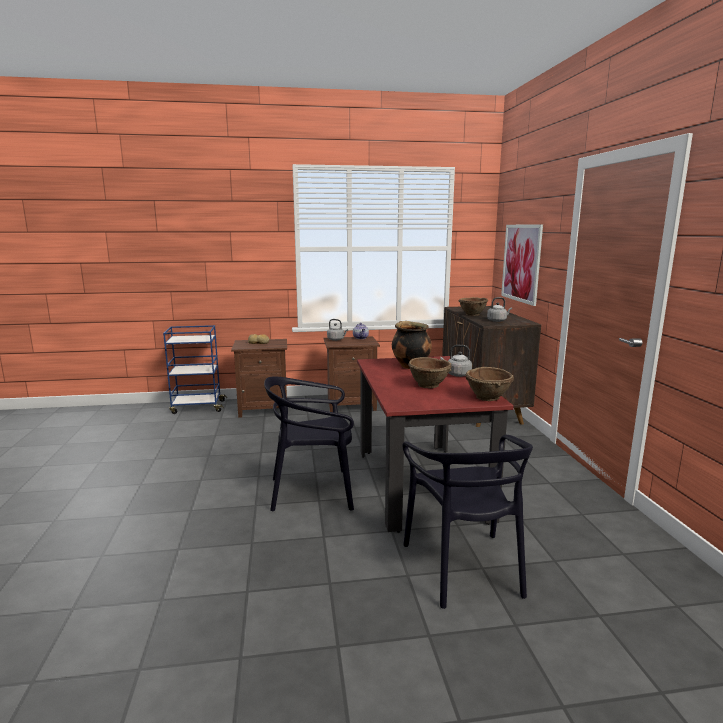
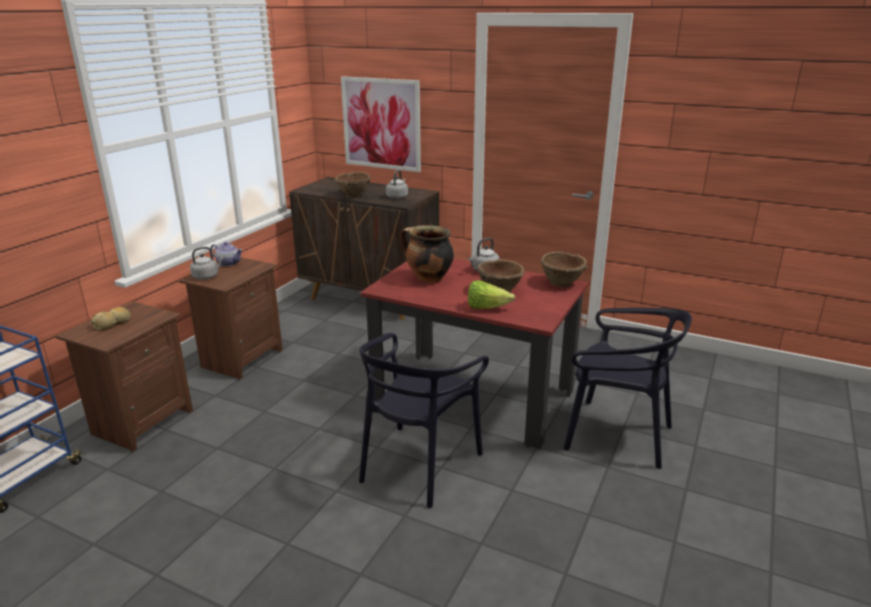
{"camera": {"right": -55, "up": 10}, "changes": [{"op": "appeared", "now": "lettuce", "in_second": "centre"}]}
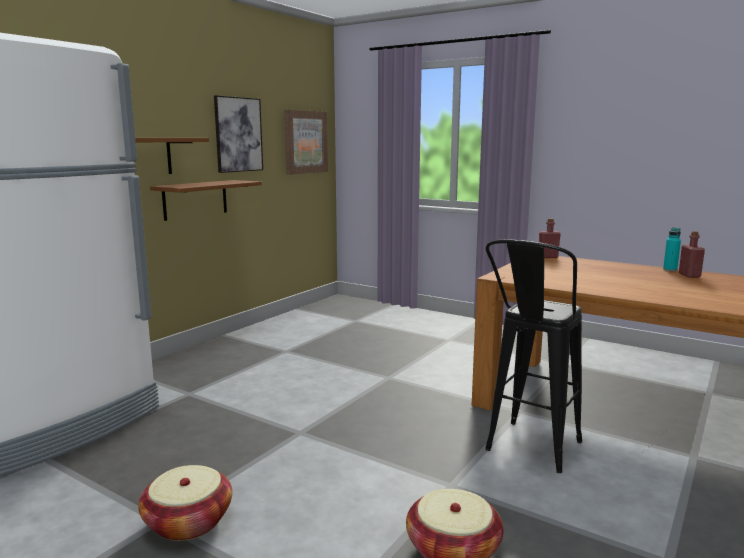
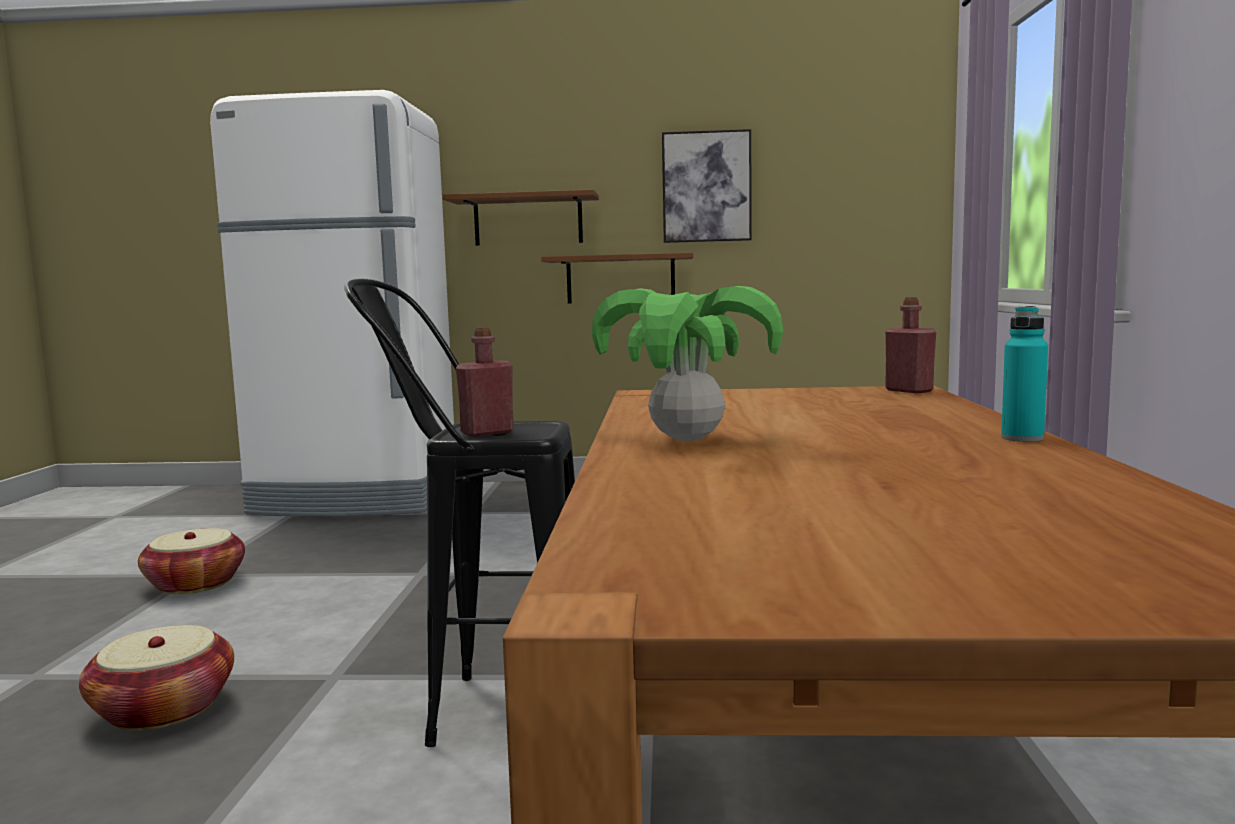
{"camera": {"right": 60, "up": -5}, "changes": [{"op": "missing", "was": "picture (no. 2 from left)", "in_first": "top centre"}, {"op": "relocated", "was": "red bottle (no. 2 from left in the first image)", "now": "red bottle (no. 1 from left)", "in_first": "middle right", "in_second": "centre"}, {"op": "appeared", "now": "potted plant", "in_second": "centre"}]}
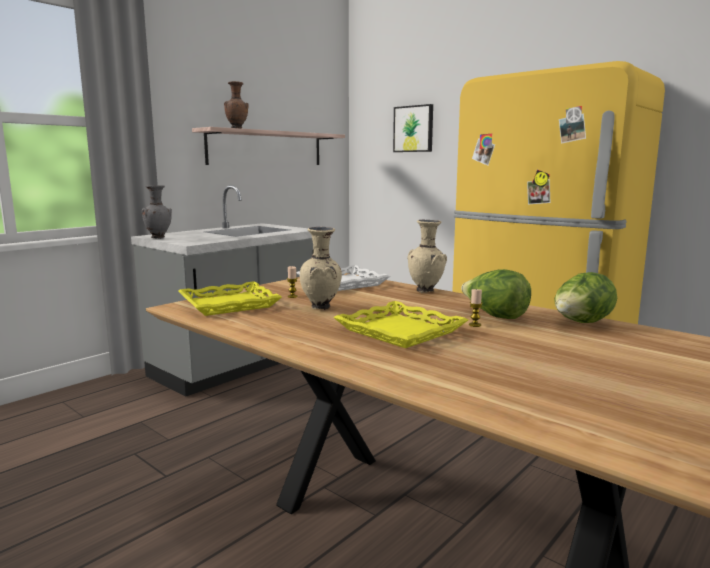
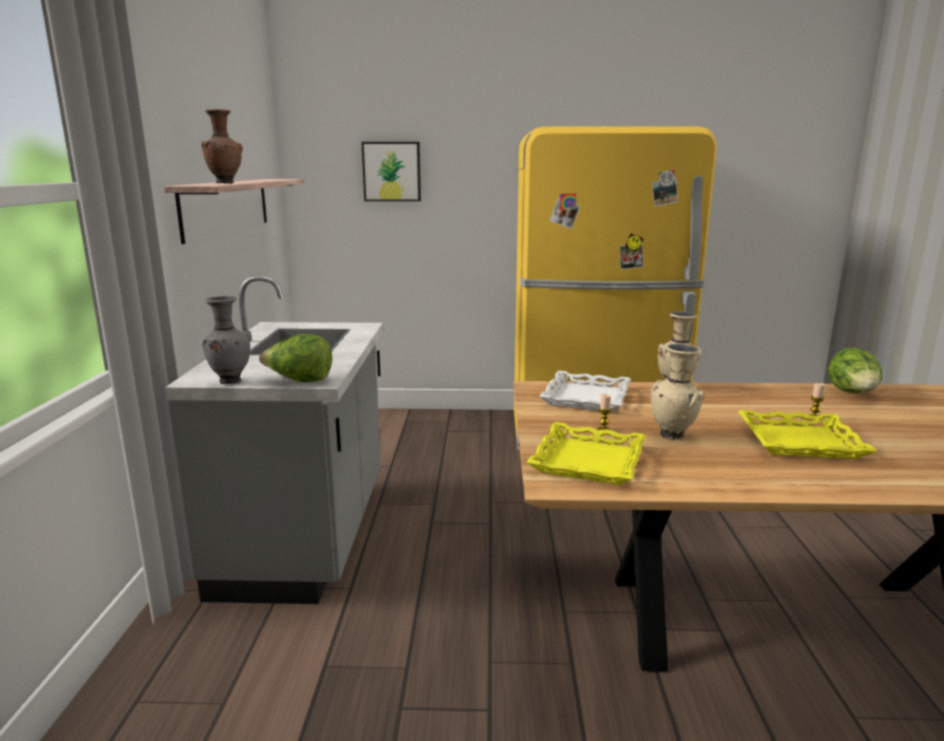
{"camera": {"right": -40, "up": 5}, "changes": [{"op": "relocated", "was": "lettuce (no. 1 from left)", "in_first": "middle right", "in_second": "middle left"}]}
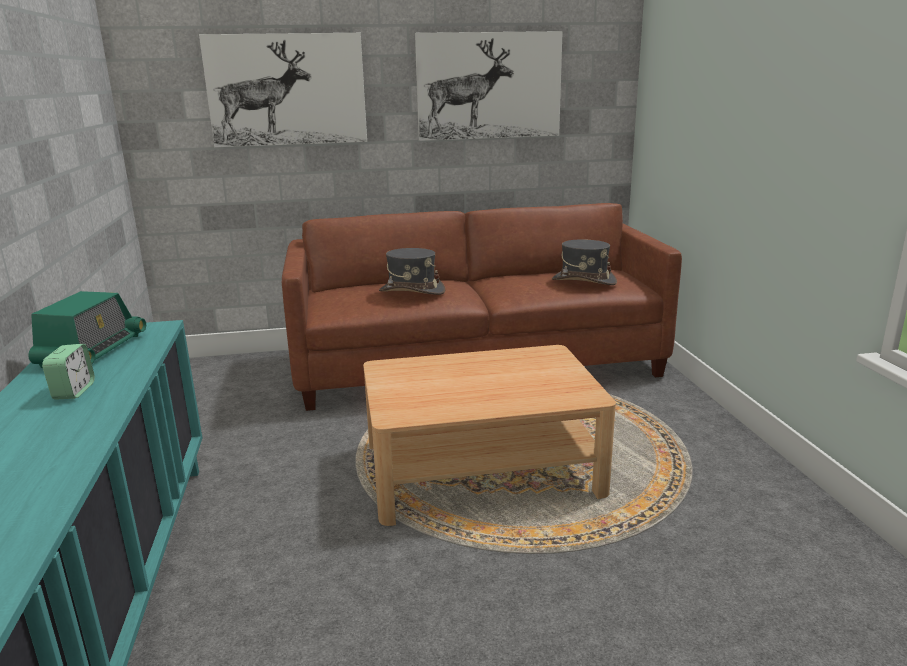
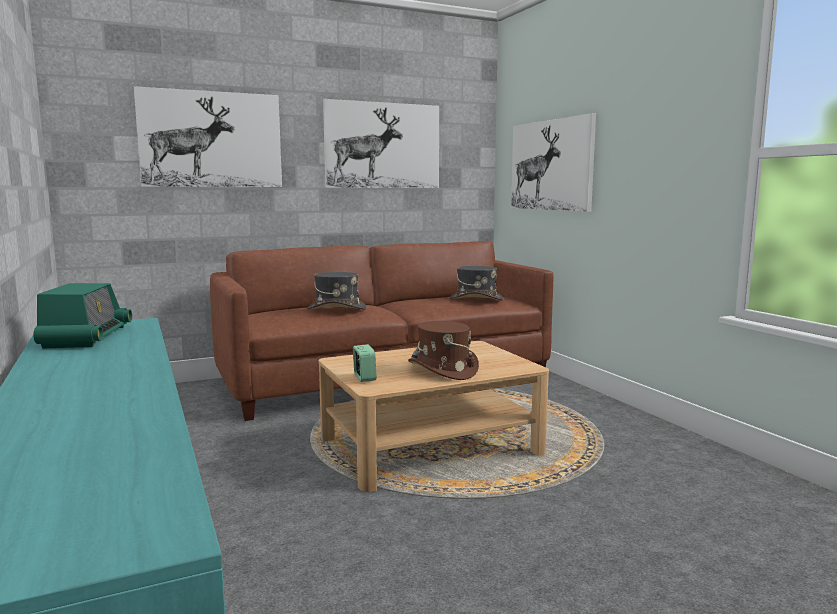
{"camera": {"right": -15, "up": -10}, "changes": [{"op": "relocated", "was": "alarm clock", "in_first": "middle left", "in_second": "centre"}, {"op": "appeared", "now": "brown hat", "in_second": "centre"}, {"op": "appeared", "now": "picture (no. 3 from left)", "in_second": "top centre"}]}
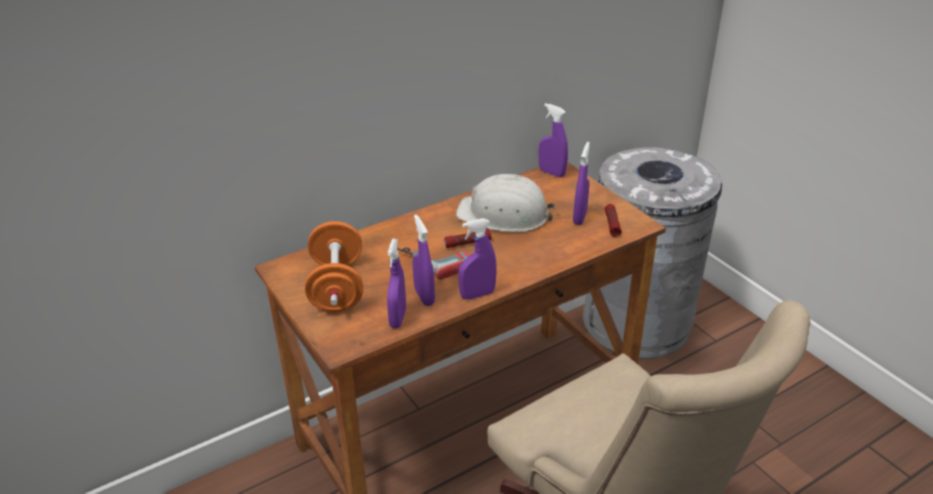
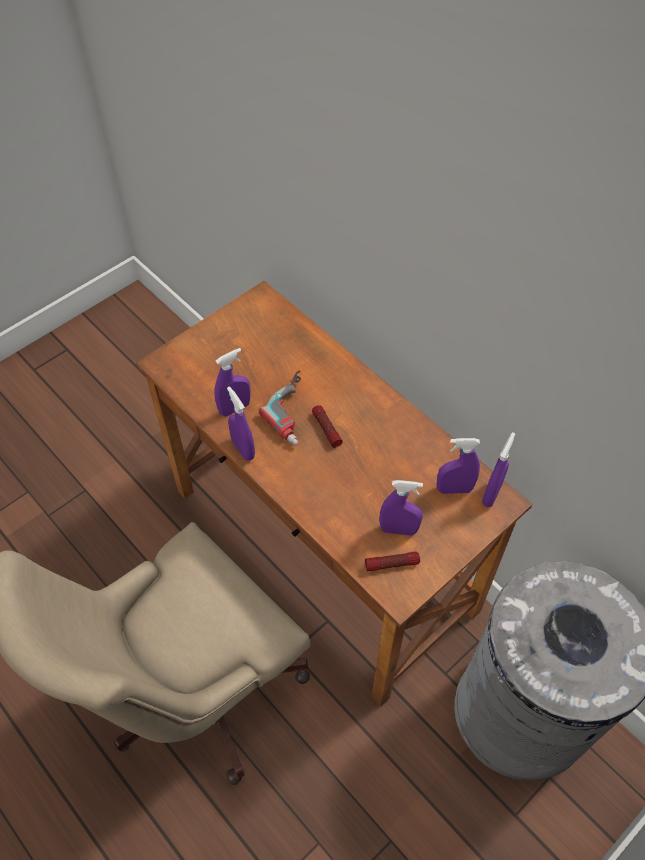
{"camera": {"right": 80, "up": 20}, "changes": [{"op": "missing", "was": "orange dumbbell", "in_first": "centre"}, {"op": "relocated", "was": "purple spray bottle (no. 1 from left in the first image)", "now": "purple spray bottle (no. 4 from left)", "in_first": "centre", "in_second": "middle right"}, {"op": "missing", "was": "white hard hat", "in_first": "centre"}]}
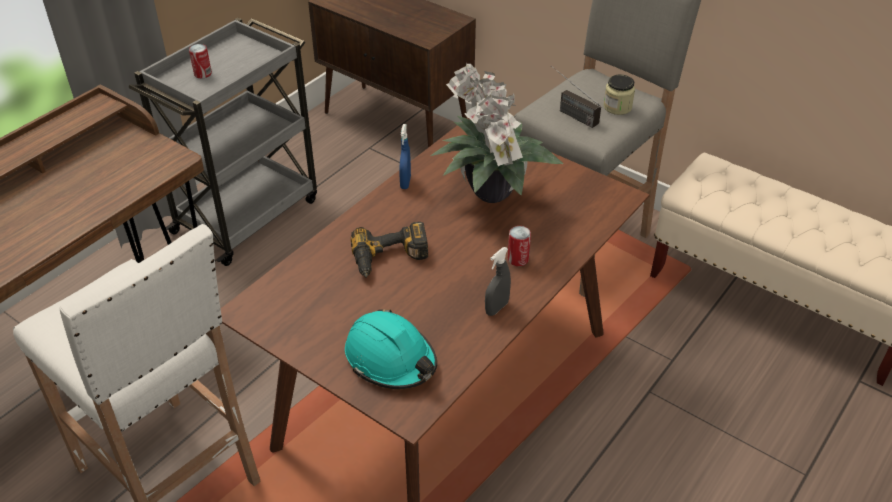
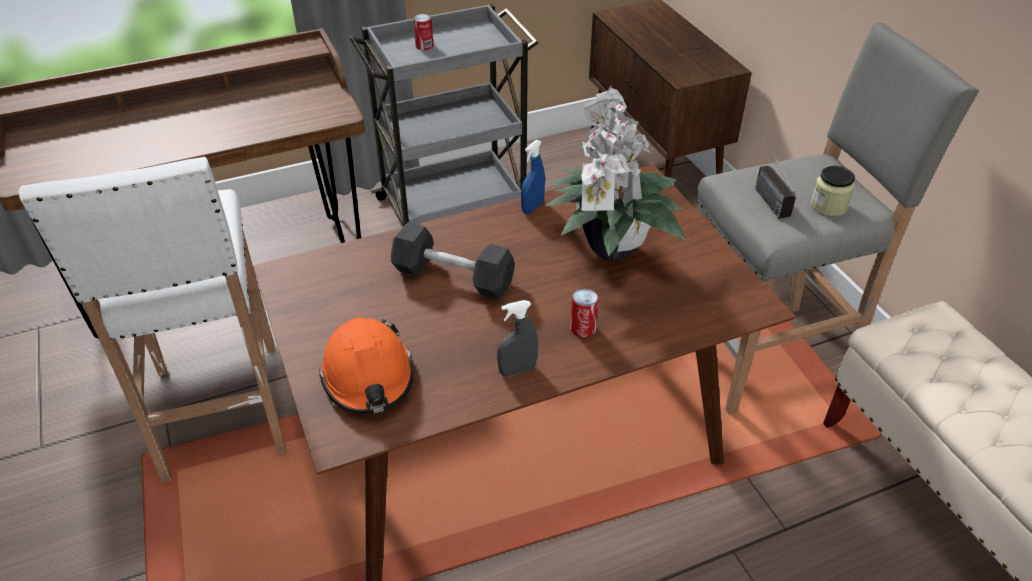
{"camera": {"right": 30, "up": 0}, "changes": [{"op": "colour", "was": "turquoise hard hat", "now": "orange hard hat", "in_first": "bottom centre", "in_second": "centre"}, {"op": "exchanged", "was": "power drill", "now": "grey dumbbell", "in_first": "centre", "in_second": "centre"}]}
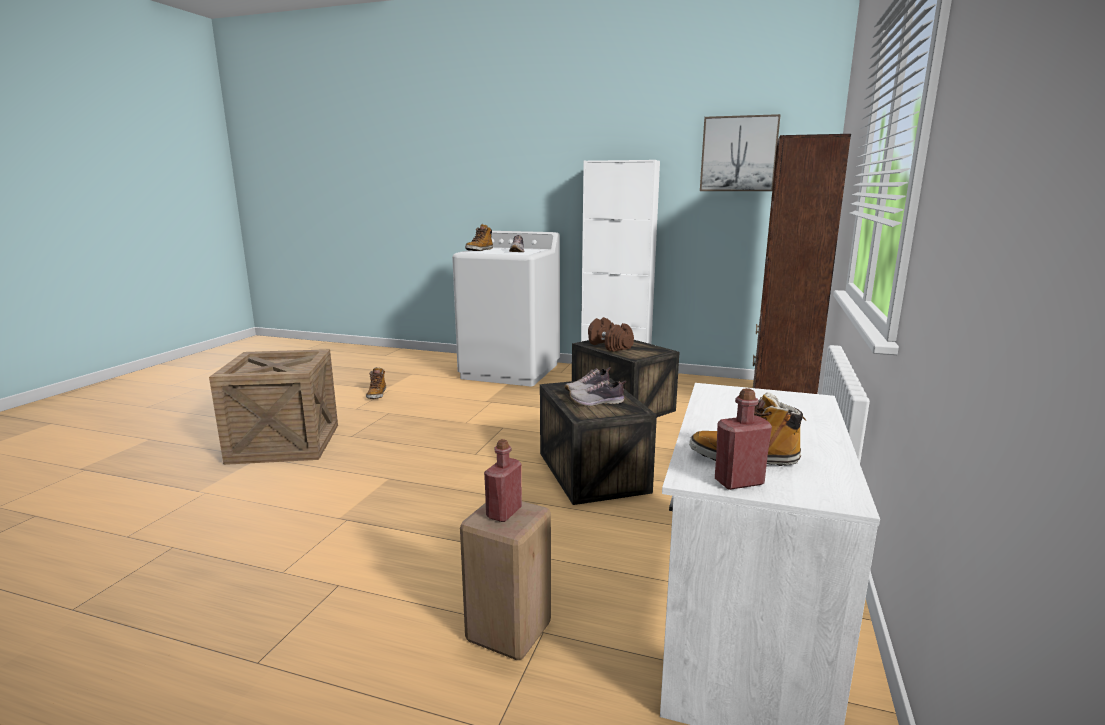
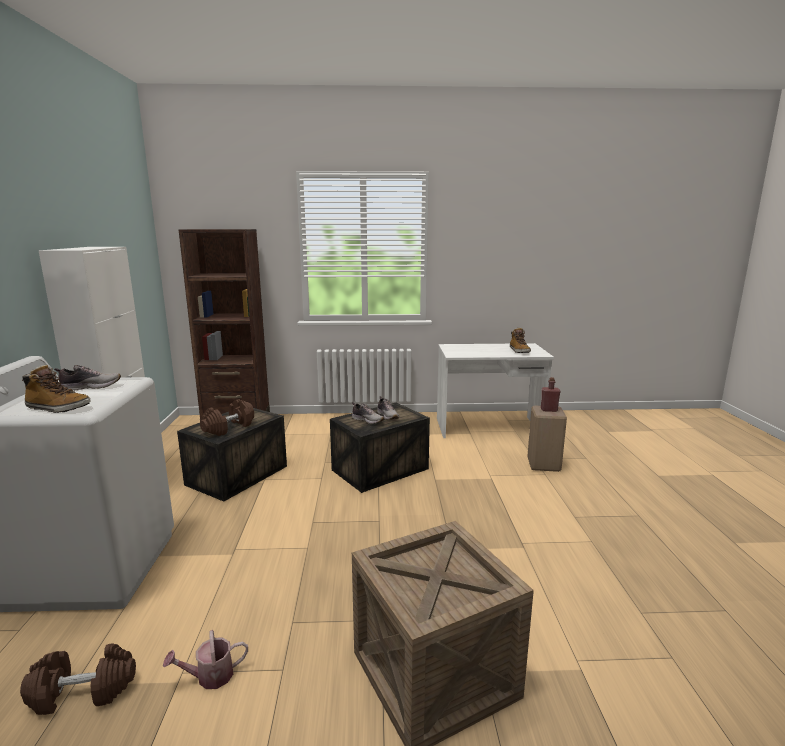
{"camera": {"right": -110, "up": 0}, "changes": [{"op": "exchanged", "was": "boot (no. 1 from left)", "now": "watering can", "in_first": "centre", "in_second": "bottom left"}, {"op": "missing", "was": "picture", "in_first": "top right"}, {"op": "missing", "was": "red bottle (no. 2 from left)", "in_first": "middle right"}, {"op": "appeared", "now": "brown dumbbell (no. 1 from left)", "in_second": "bottom left"}]}
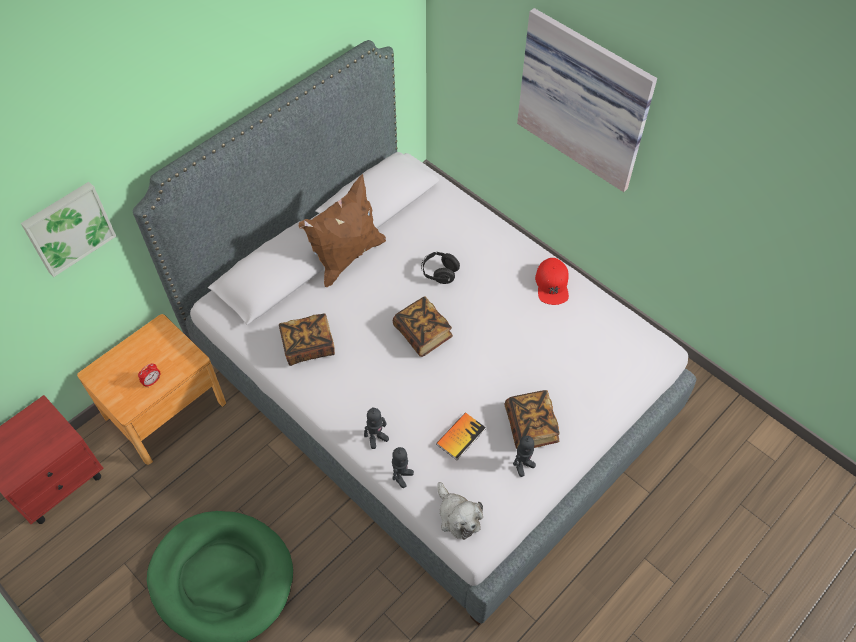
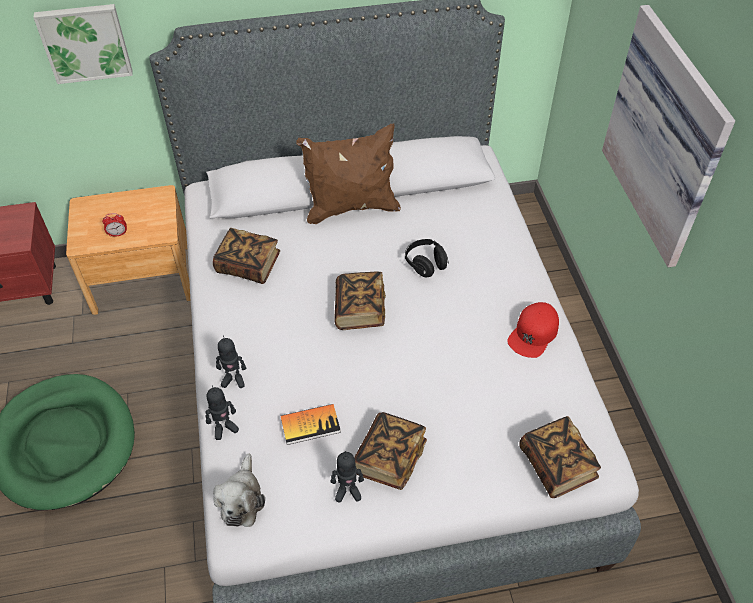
{"camera": {"right": 35, "up": -5}, "changes": [{"op": "appeared", "now": "book (no. 5 from left)", "in_second": "bottom right"}]}
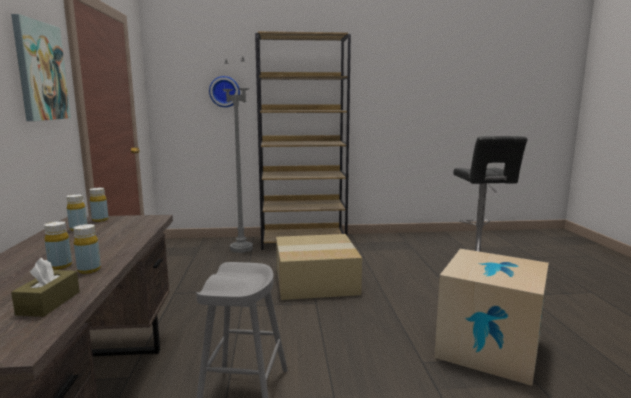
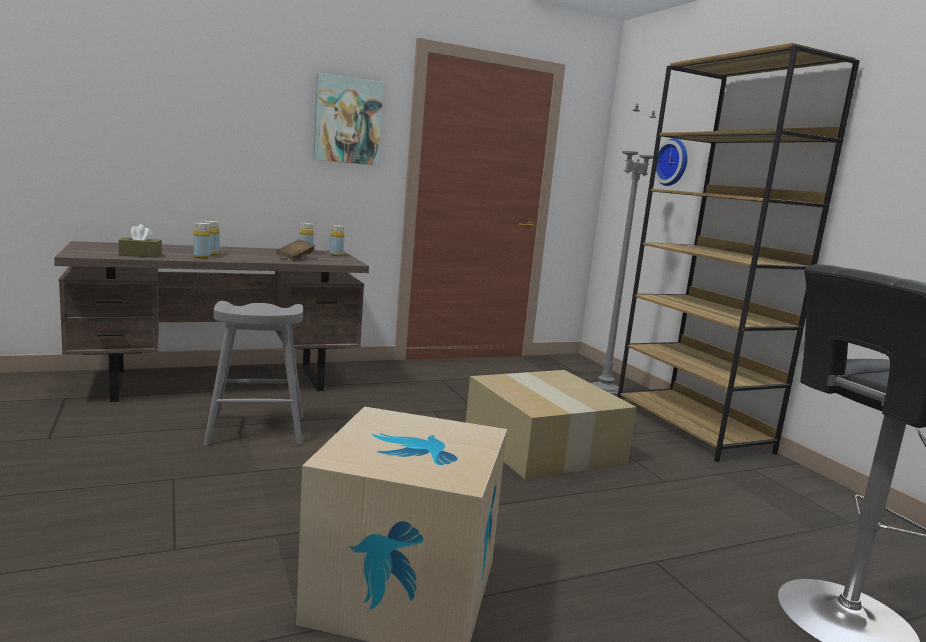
{"camera": {"right": 70, "up": 0}, "changes": [{"op": "appeared", "now": "brown book", "in_second": "middle left"}]}
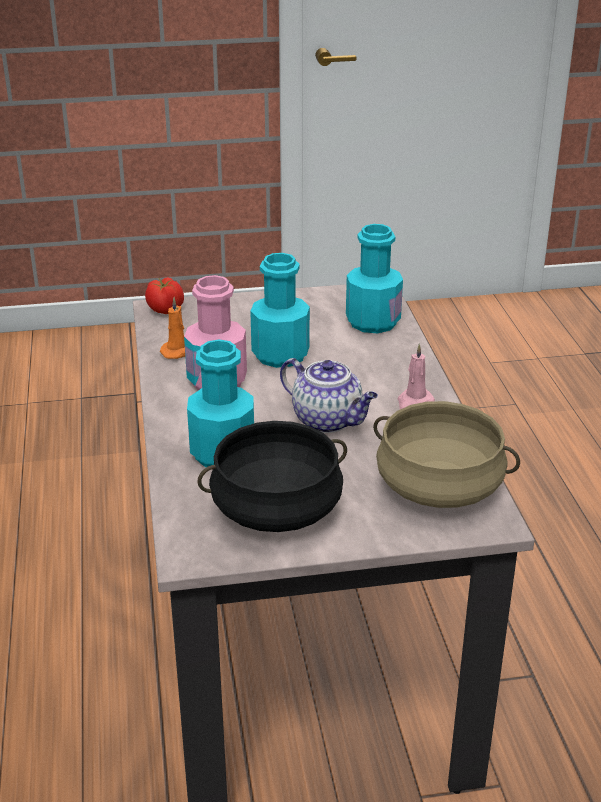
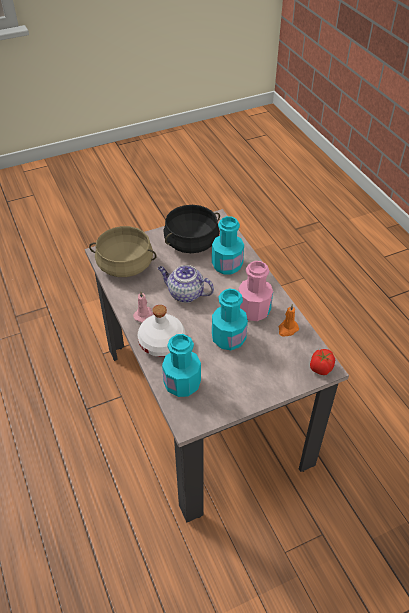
{"camera": {"right": 165, "up": 15}, "changes": [{"op": "appeared", "now": "white bottle", "in_second": "centre"}]}
